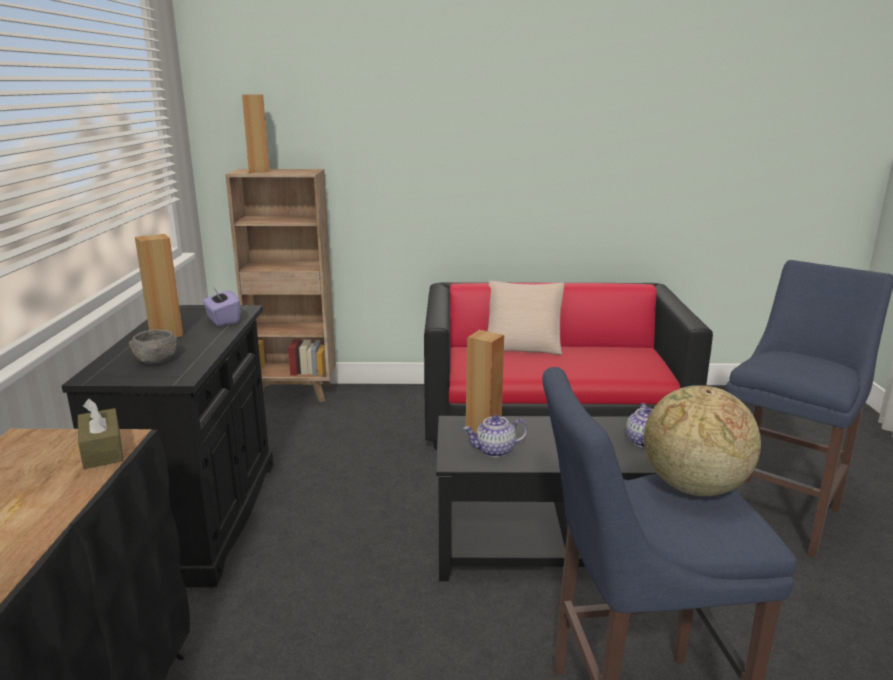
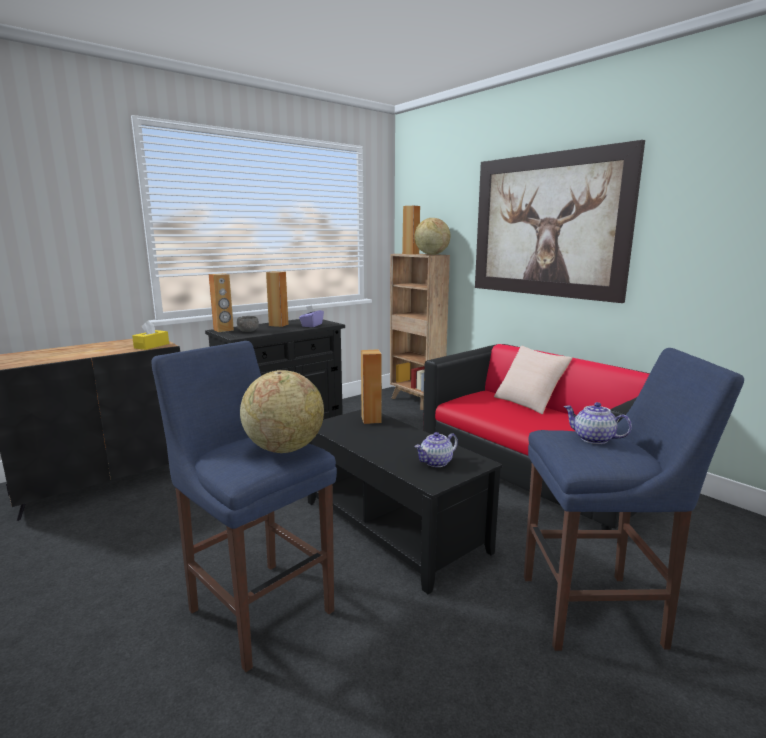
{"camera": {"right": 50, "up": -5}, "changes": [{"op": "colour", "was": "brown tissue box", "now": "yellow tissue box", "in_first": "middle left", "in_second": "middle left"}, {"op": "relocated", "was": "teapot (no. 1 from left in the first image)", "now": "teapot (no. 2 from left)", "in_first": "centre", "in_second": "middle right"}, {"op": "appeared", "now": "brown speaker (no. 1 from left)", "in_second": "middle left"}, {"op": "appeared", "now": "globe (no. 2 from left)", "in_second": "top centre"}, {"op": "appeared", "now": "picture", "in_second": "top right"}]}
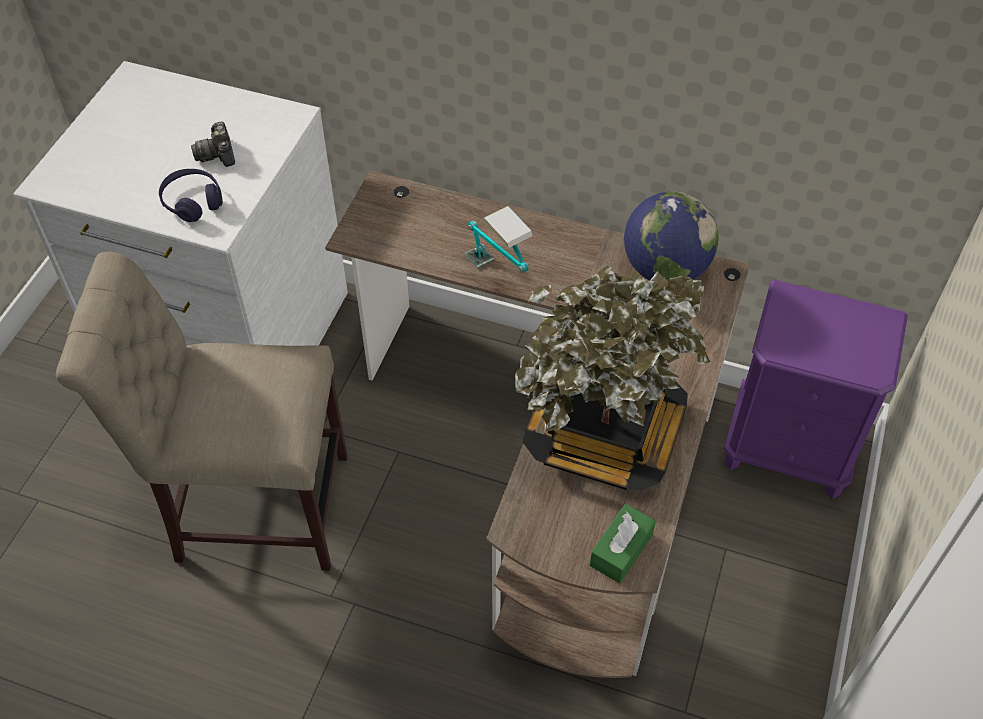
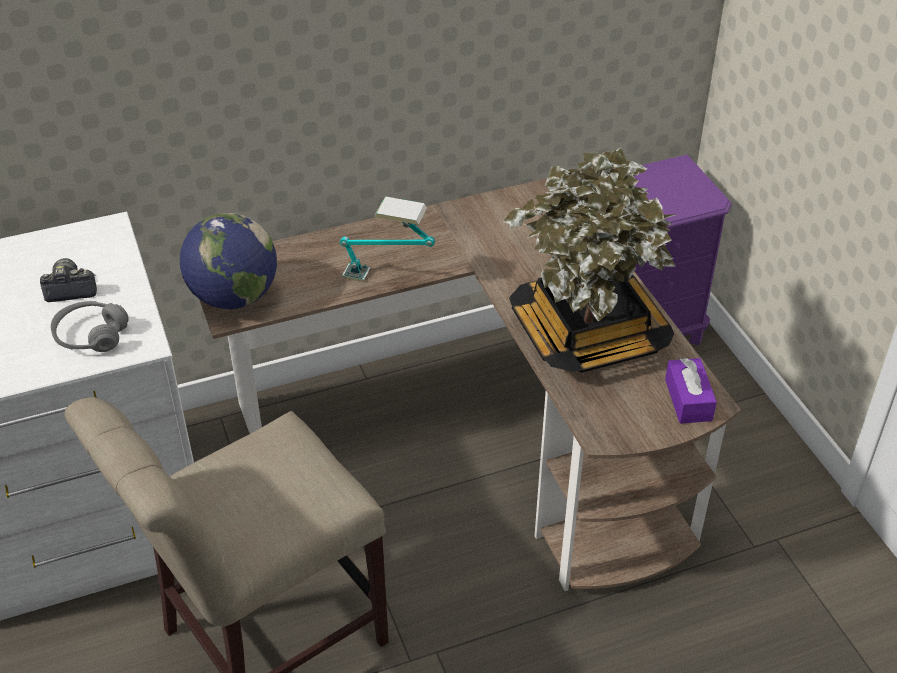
{"camera": {"right": -40, "up": -10}, "changes": [{"op": "colour", "was": "purple headphones", "now": "grey headphones", "in_first": "top left", "in_second": "middle left"}, {"op": "spun", "was": "photo camera", "in_first": "top left", "in_second": "middle left", "clockwise": 135}, {"op": "colour", "was": "green tissue box", "now": "purple tissue box", "in_first": "bottom centre", "in_second": "middle right"}, {"op": "relocated", "was": "globe", "in_first": "top right", "in_second": "middle left"}]}
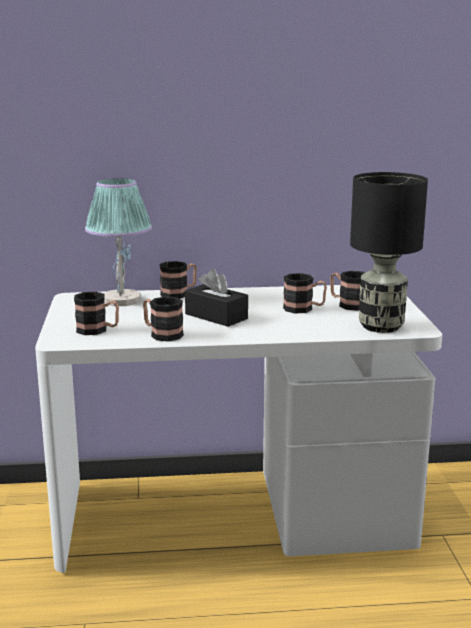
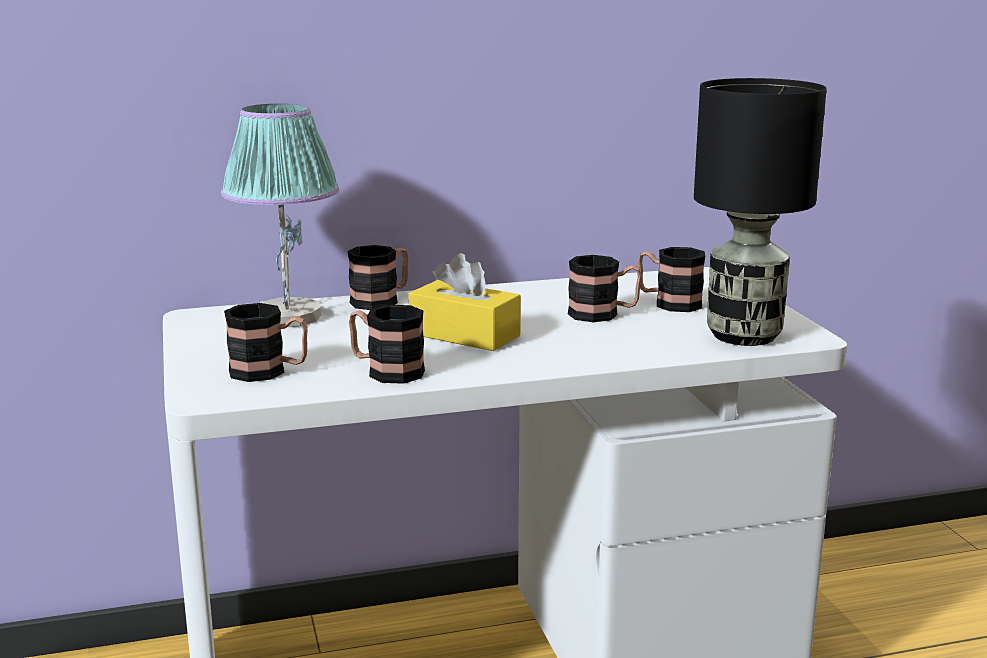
{"camera": {"right": -10, "up": 0}, "changes": [{"op": "colour", "was": "black tissue box", "now": "yellow tissue box", "in_first": "centre", "in_second": "centre"}]}
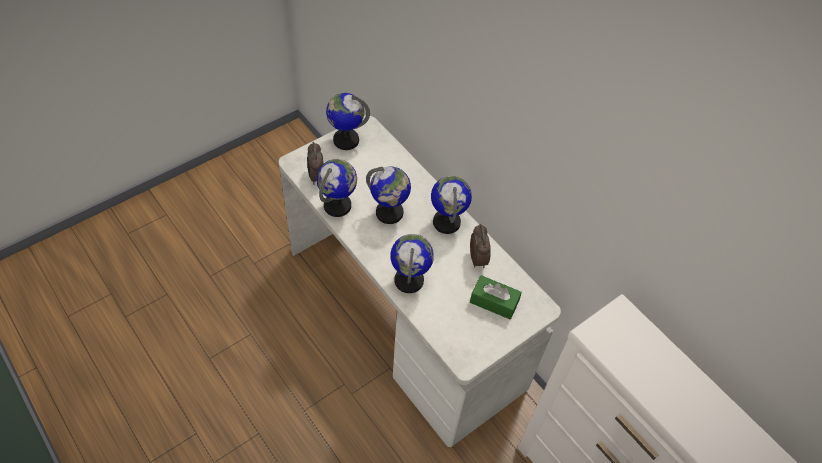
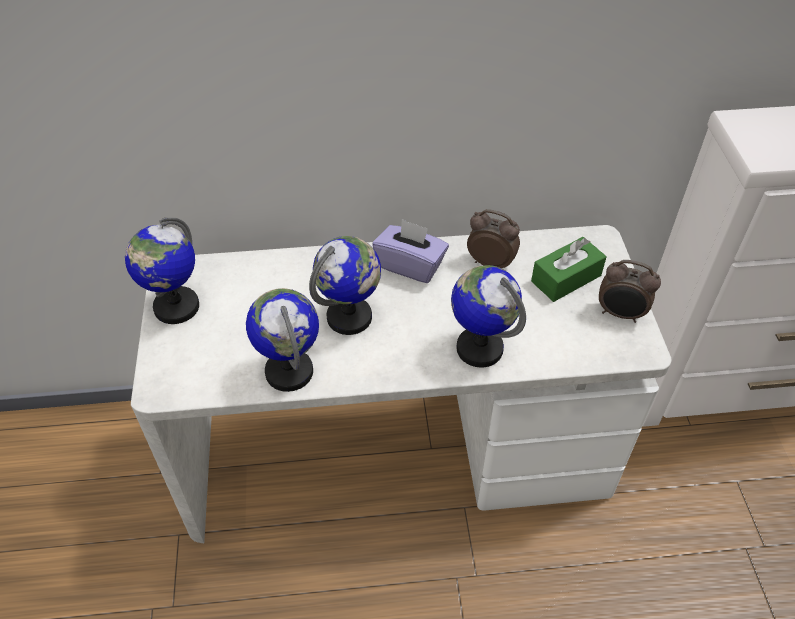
{"camera": {"right": -55, "up": -5}, "changes": [{"op": "relocated", "was": "alarm clock (no. 1 from left in the first image)", "now": "alarm clock (no. 2 from left)", "in_first": "centre", "in_second": "middle right"}, {"op": "exchanged", "was": "globe (no. 5 from left)", "now": "purple tissue box", "in_first": "centre", "in_second": "centre"}]}
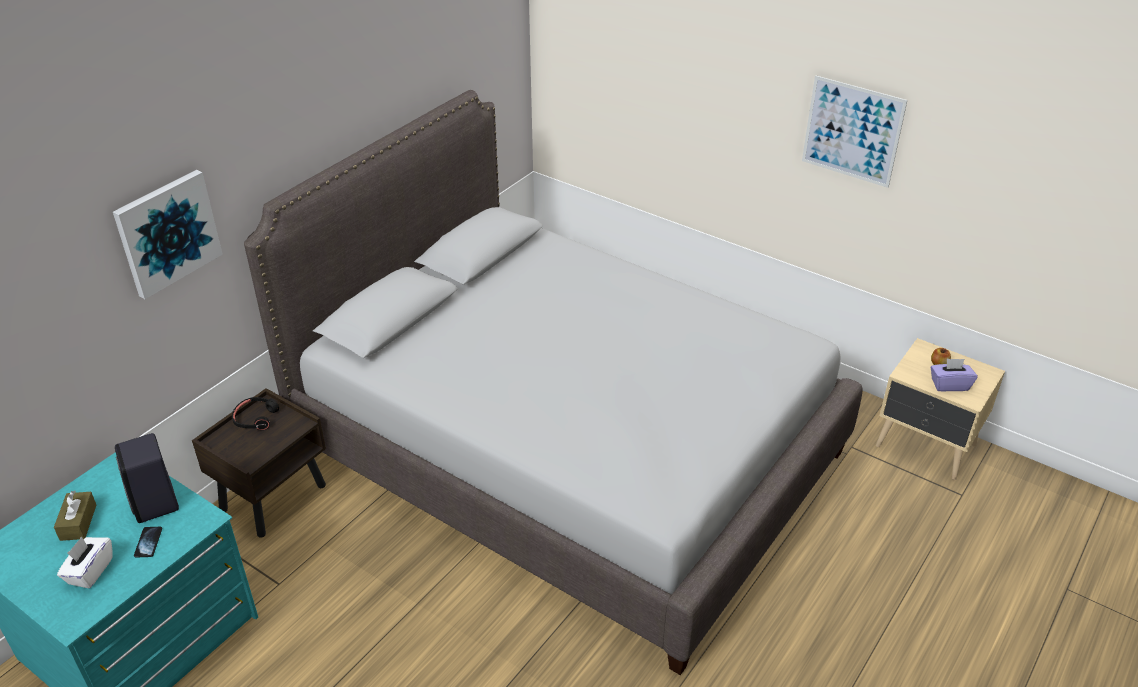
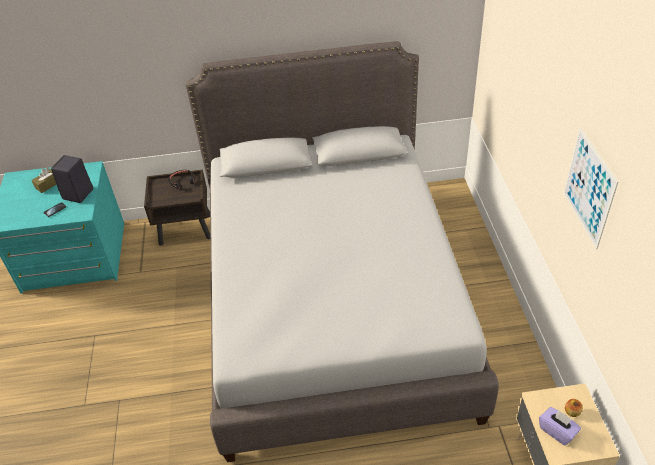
{"camera": {"right": 50, "up": 5}, "changes": [{"op": "missing", "was": "white tissue box", "in_first": "bottom left"}, {"op": "missing", "was": "picture (no. 1 from left)", "in_first": "middle left"}]}
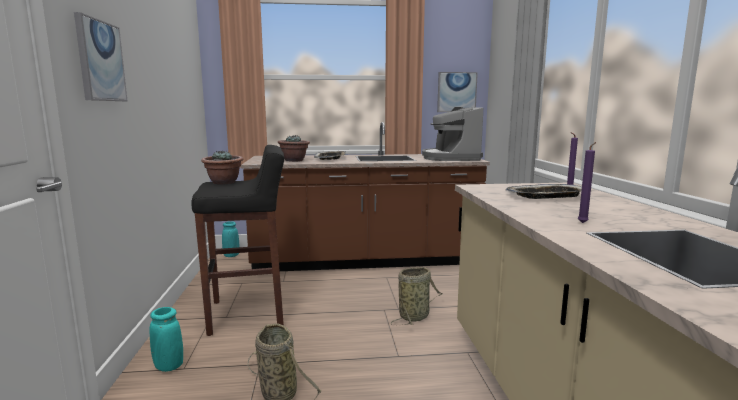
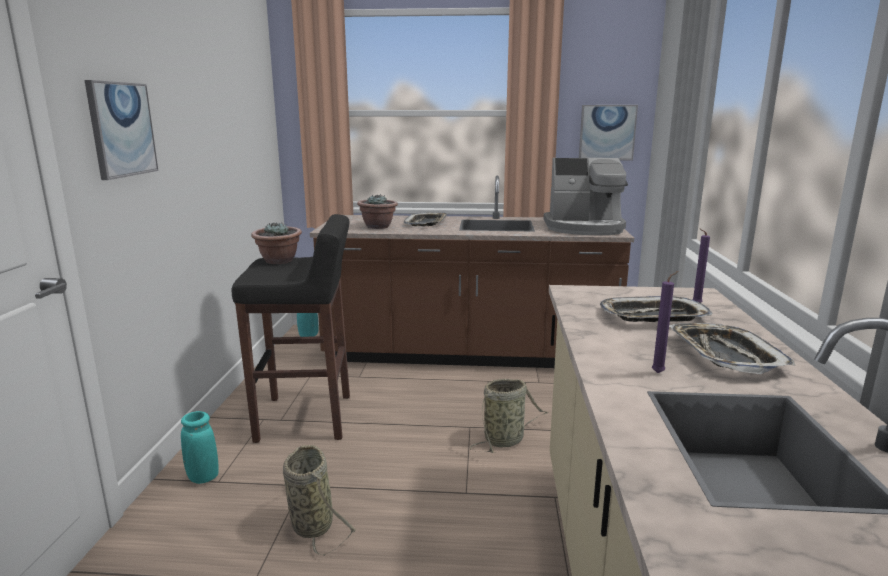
{"camera": {"right": 10, "up": 5}, "changes": [{"op": "spun", "was": "coffee machine", "in_first": "centre", "in_second": "centre", "clockwise": -90}, {"op": "appeared", "now": "tray (no. 3 from left)", "in_second": "middle right"}]}
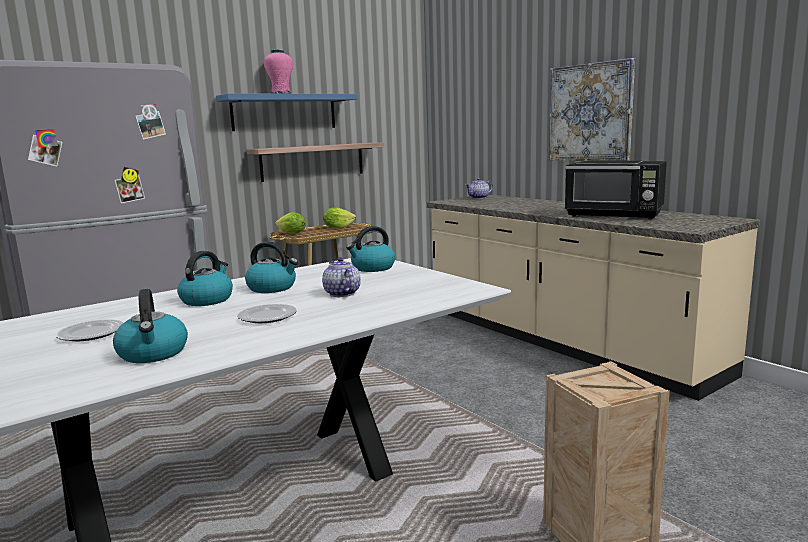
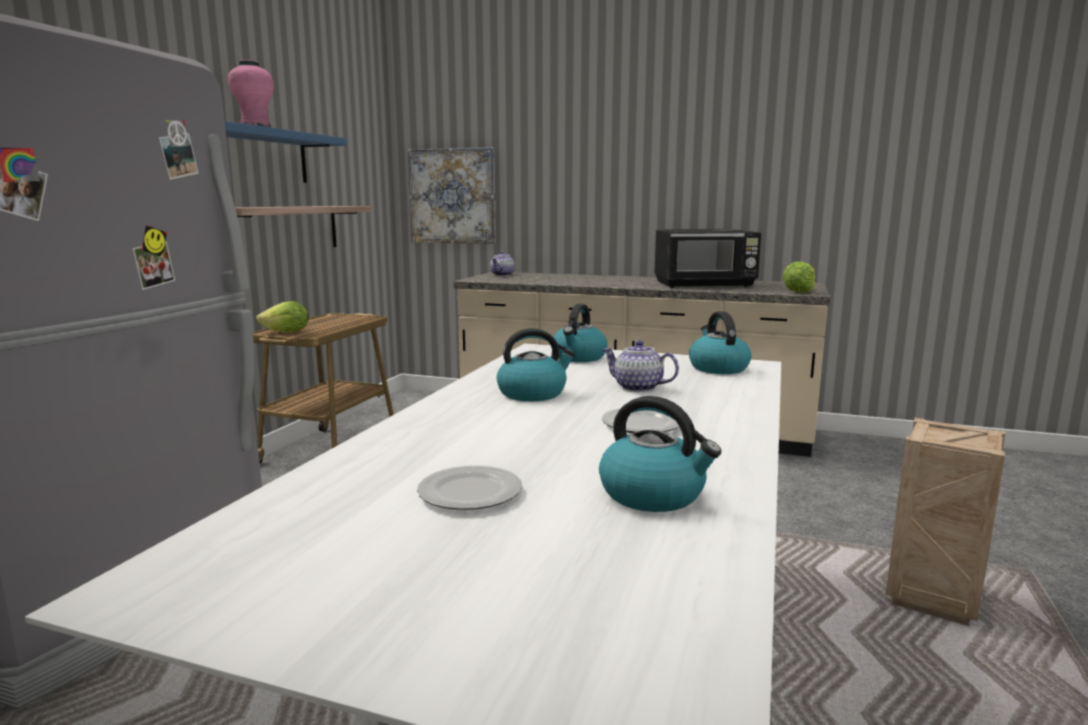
{"camera": {"right": -35, "up": 0}, "changes": [{"op": "relocated", "was": "kettle (no. 2 from left in the first image)", "now": "kettle (no. 4 from left)", "in_first": "middle left", "in_second": "centre"}, {"op": "relocated", "was": "lettuce (no. 2 from left)", "in_first": "centre", "in_second": "middle right"}, {"op": "relocated", "was": "picture", "in_first": "top right", "in_second": "top centre"}]}
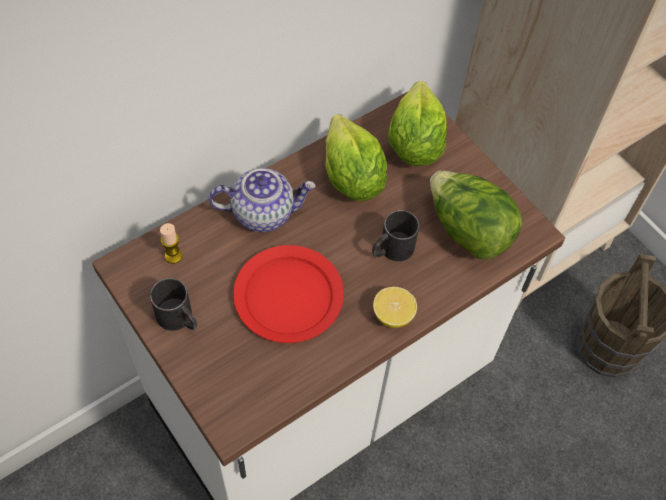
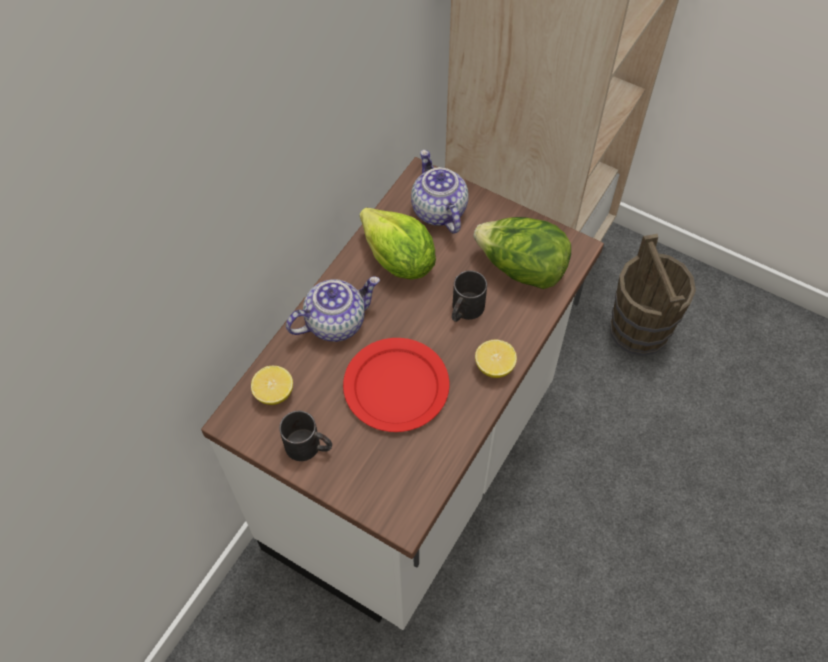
{"camera": {"right": -20, "up": 0}, "changes": [{"op": "exchanged", "was": "candle", "now": "lemon (no. 1 from left)", "in_first": "middle left", "in_second": "middle left"}, {"op": "exchanged", "was": "lettuce (no. 2 from left)", "now": "teapot (no. 2 from left)", "in_first": "top centre", "in_second": "top centre"}]}
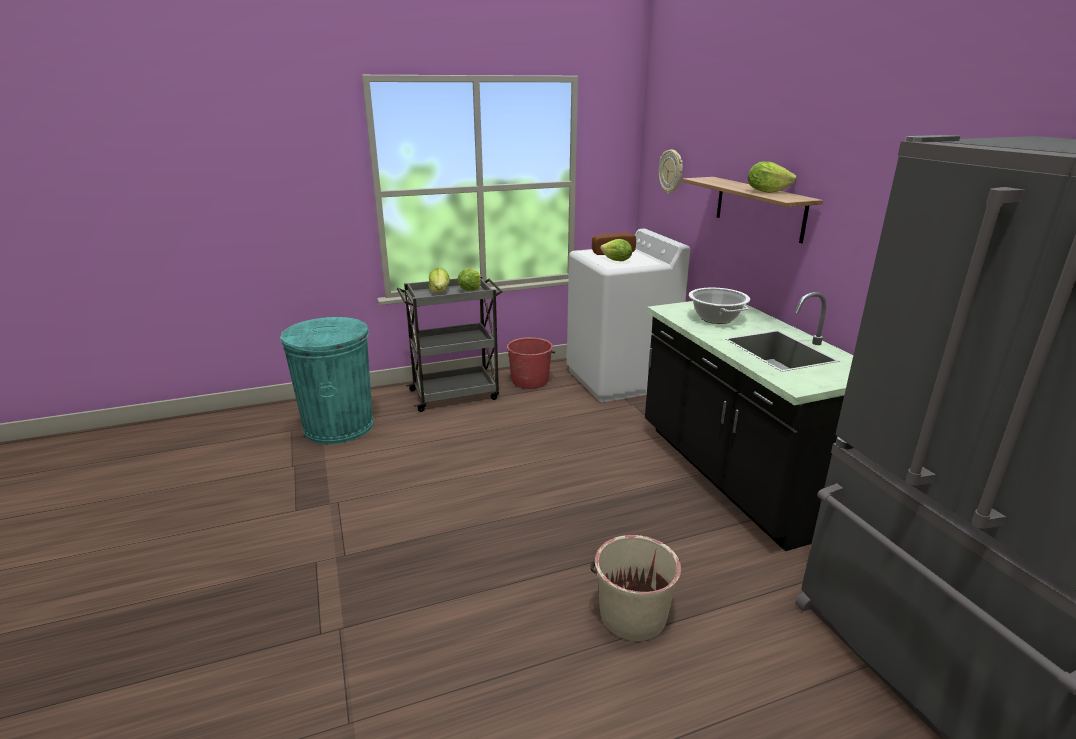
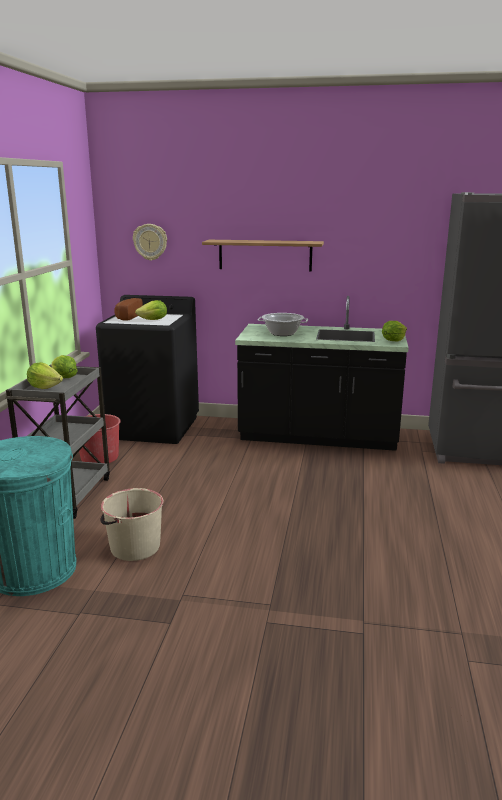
{"camera": {"right": -60, "up": -5}, "changes": [{"op": "colour", "was": "white washing machine", "now": "black washing machine", "in_first": "centre", "in_second": "middle left"}, {"op": "relocated", "was": "beige bucket", "in_first": "bottom centre", "in_second": "middle left"}, {"op": "relocated", "was": "lettuce (no. 4 from left)", "in_first": "top right", "in_second": "middle right"}]}
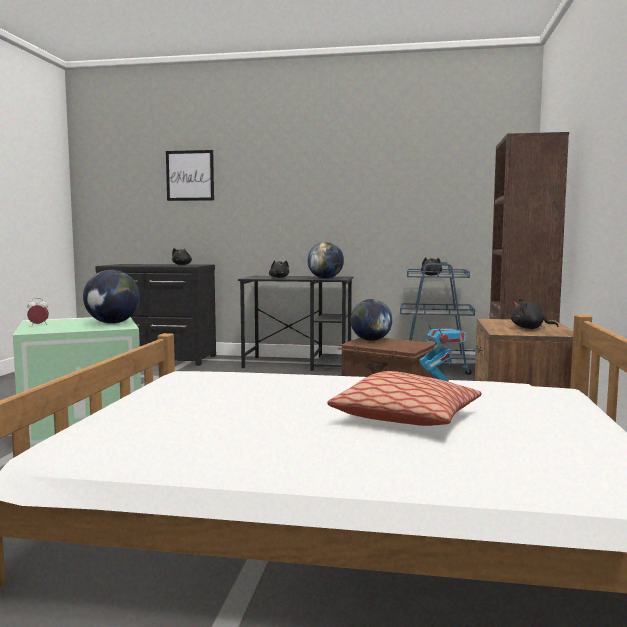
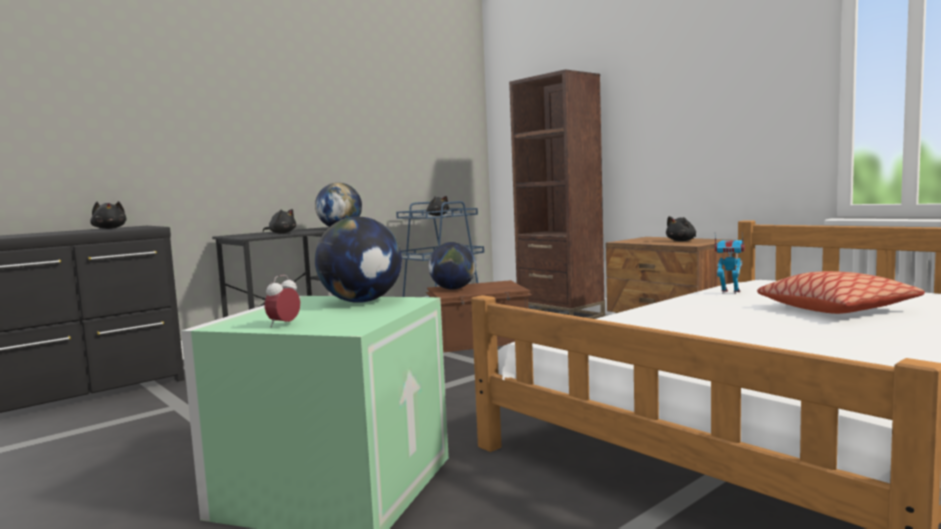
{"camera": {"right": -50, "up": 0}, "changes": [{"op": "missing", "was": "picture", "in_first": "top left"}]}
